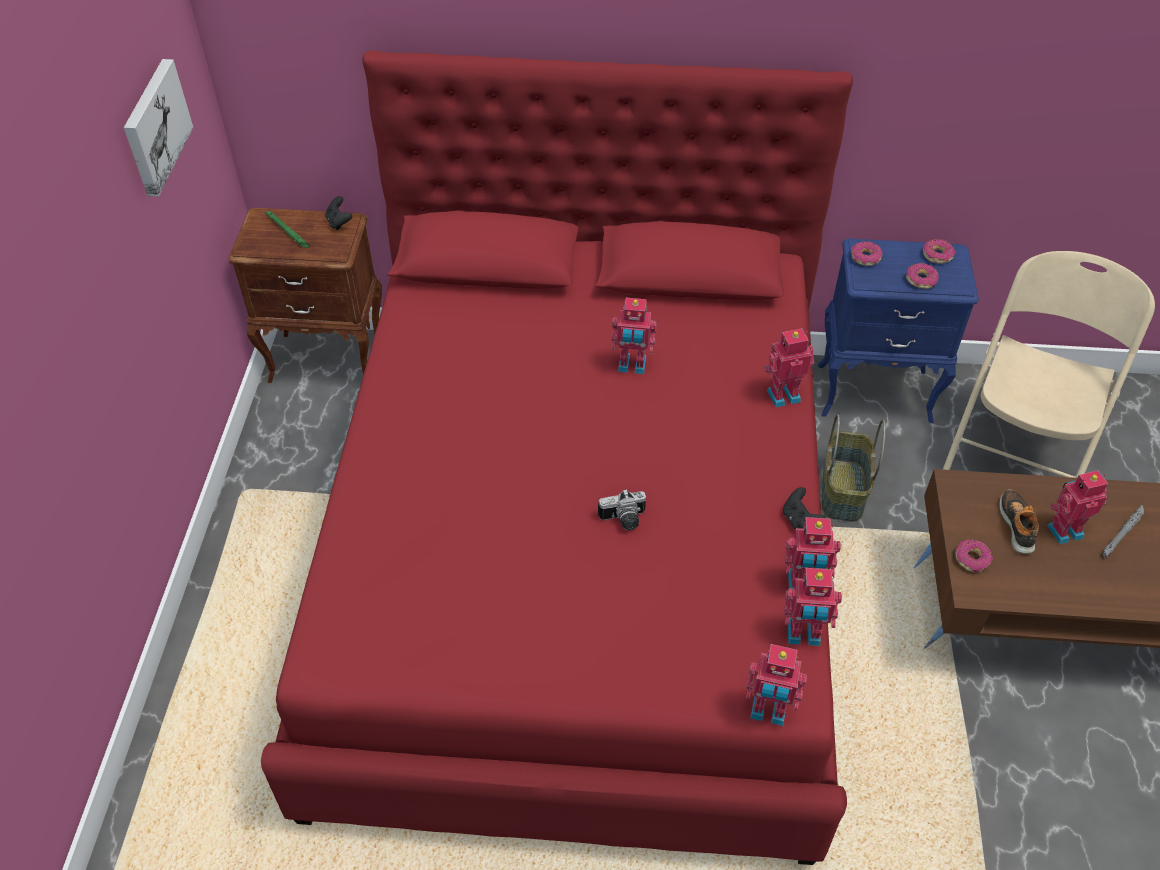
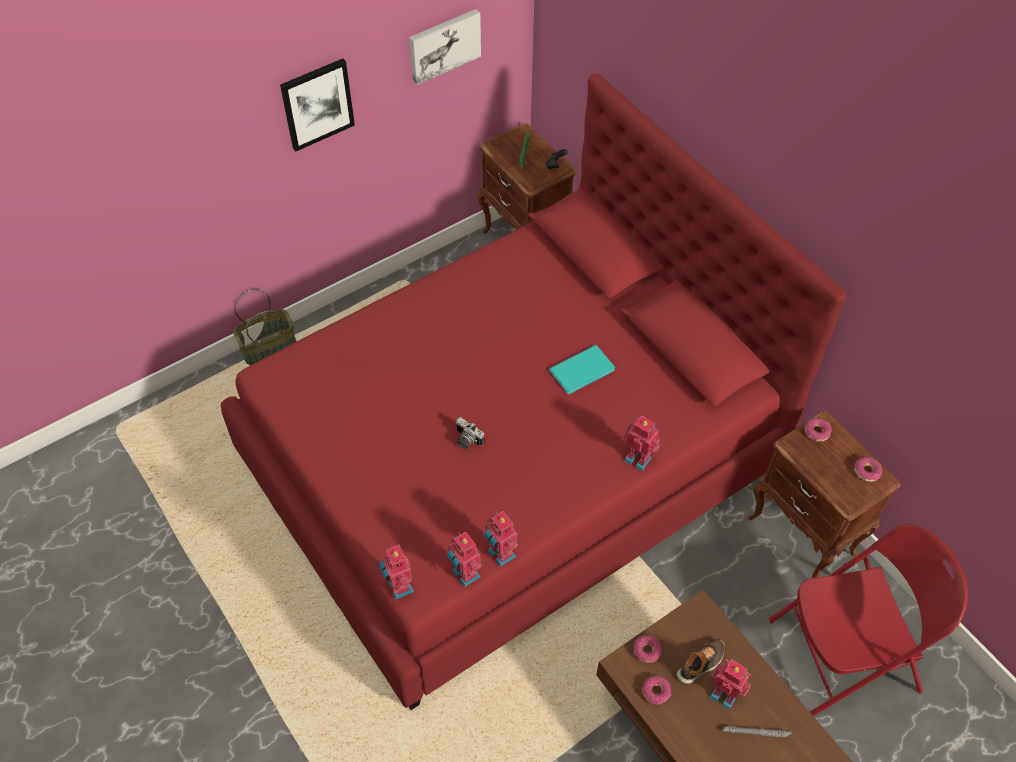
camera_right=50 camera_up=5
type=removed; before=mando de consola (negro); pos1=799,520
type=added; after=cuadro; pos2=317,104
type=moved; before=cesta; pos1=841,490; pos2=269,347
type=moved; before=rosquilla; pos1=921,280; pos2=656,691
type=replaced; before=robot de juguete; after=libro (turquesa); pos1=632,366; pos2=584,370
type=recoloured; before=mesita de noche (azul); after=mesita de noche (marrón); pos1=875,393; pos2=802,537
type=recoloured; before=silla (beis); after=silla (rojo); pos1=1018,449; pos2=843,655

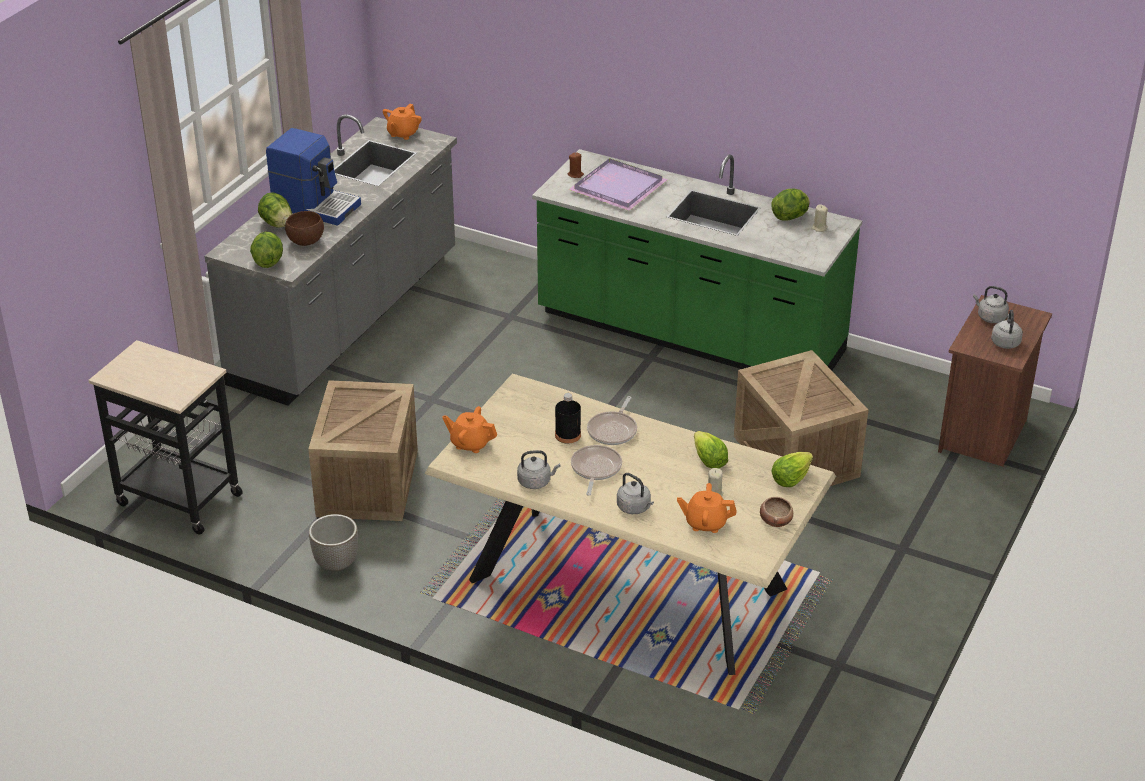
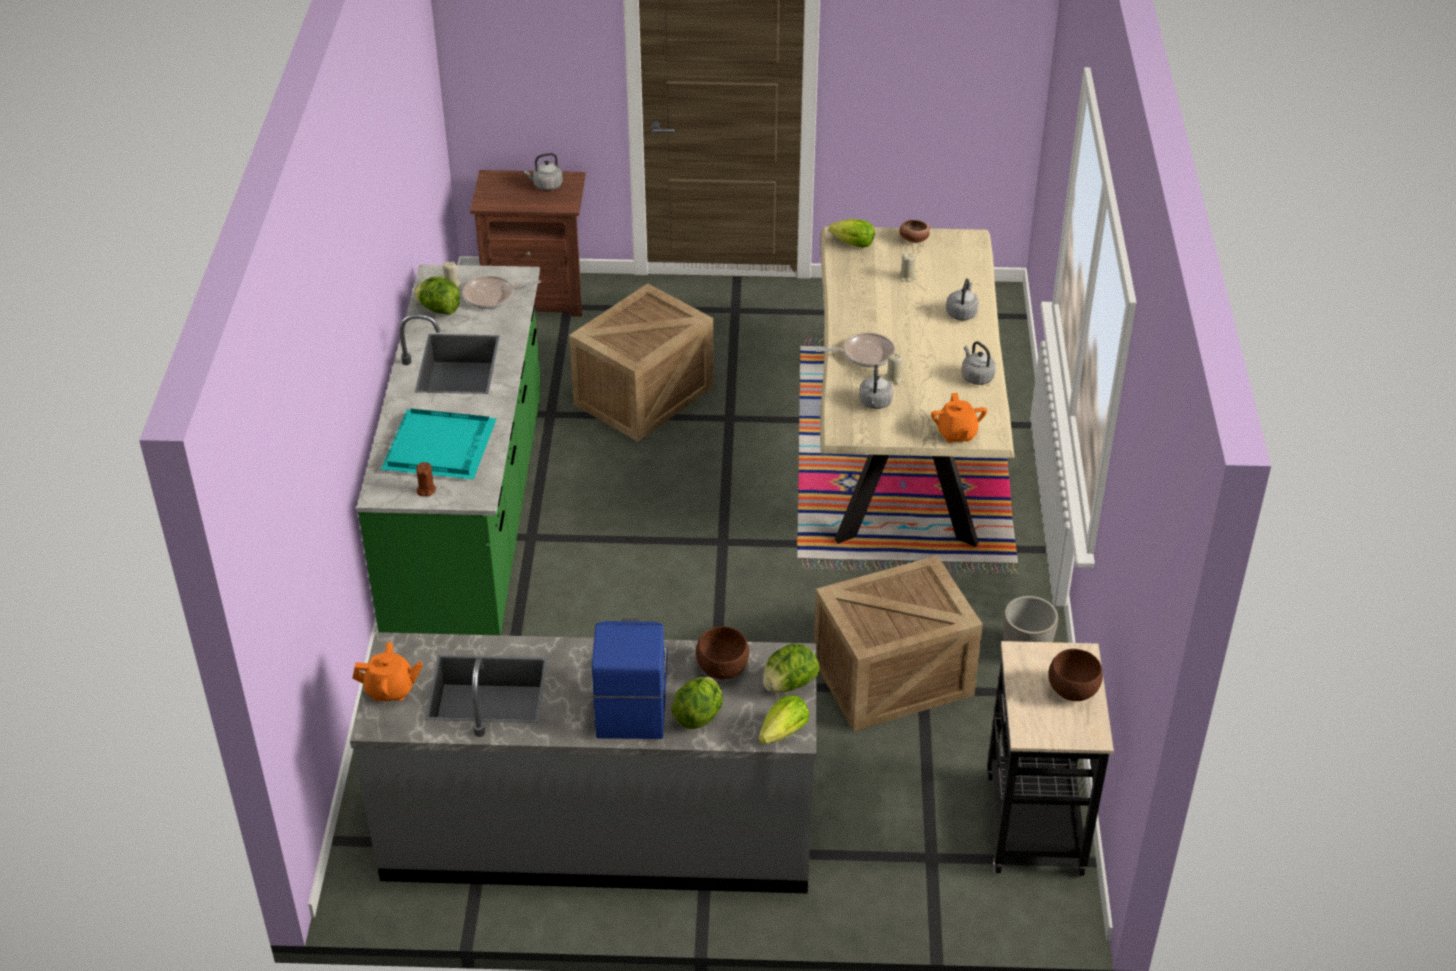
camera_right=-115 camera_up=5
type=removed; before=tetera (naranja); pos1=705,523
type=added; after=cuenco (marrón); pos2=1073,691
type=moved; before=sartén; pos1=595,469; pos2=492,296
type=moved; before=lechuga; pos1=709,461; pos2=784,732
type=moved; before=hervidor (gris); pos1=990,317; pos2=875,403
type=replaced; before=botella (negro); after=vela (beis); pos1=568,435; pos2=894,379
type=recoloured; before=bandeja (morado); after=bandeja (turquesa); pos1=616,187; pos2=441,448

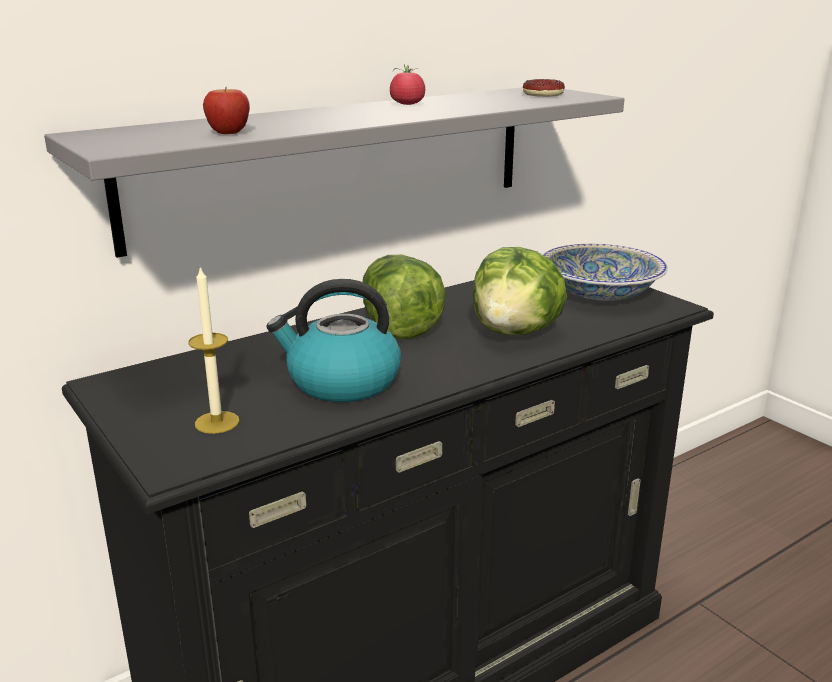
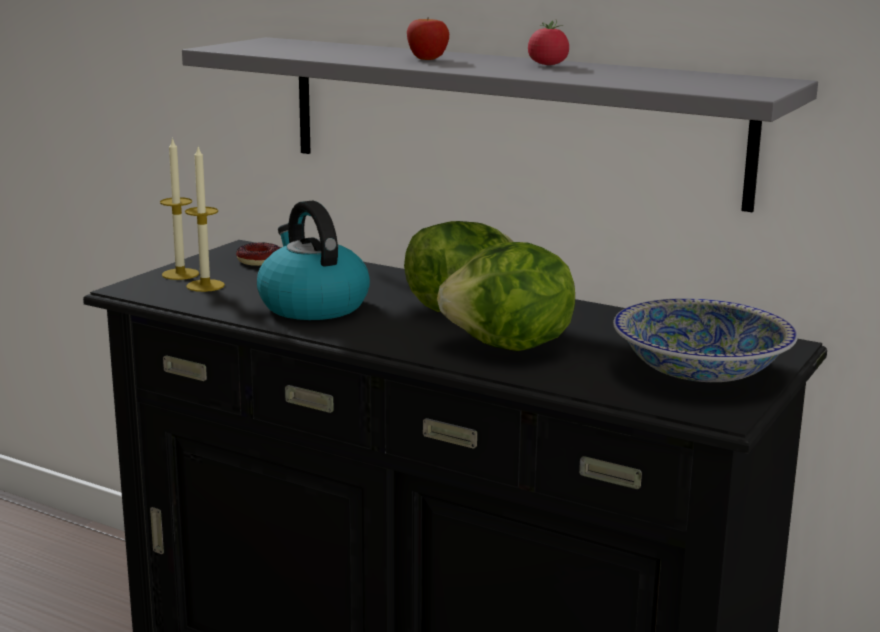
camera_right=65 camera_up=-5
type=added; after=vela; pos2=180,274
type=moved; before=manzana; pos1=229,132; pos2=427,59
type=moved; before=rosquilla; pos1=543,94; pos2=259,260

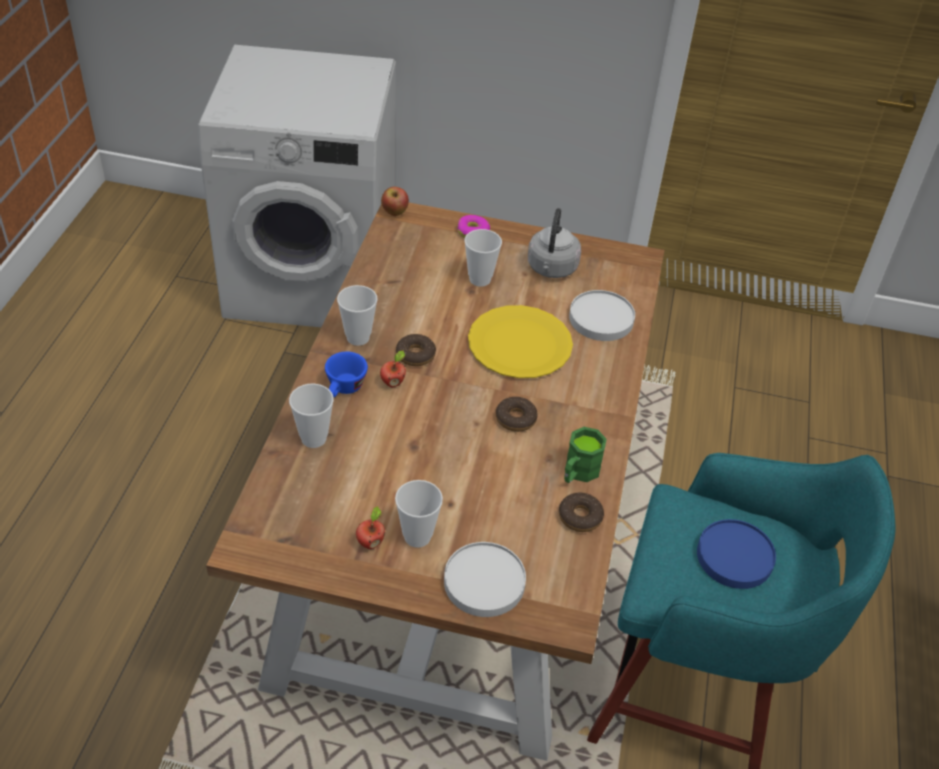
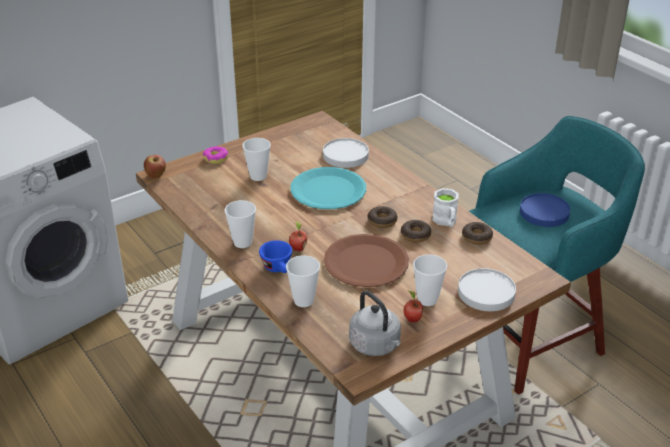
camera_right=-45 camera_up=-10
type=added; after=plato (marrón); pos2=366,262
type=moved; before=rosquilla; pos1=415,355; pos2=415,235
type=moved; before=hervidor (gris); pos1=551,269; pos2=376,346
type=recoloured; before=plato (amarillo); after=plato (turquesa); pos1=519,344; pos2=328,190
type=recoloured; before=taza grande (verde); after=taza grande (blanco); pos1=578,473; pos2=446,222

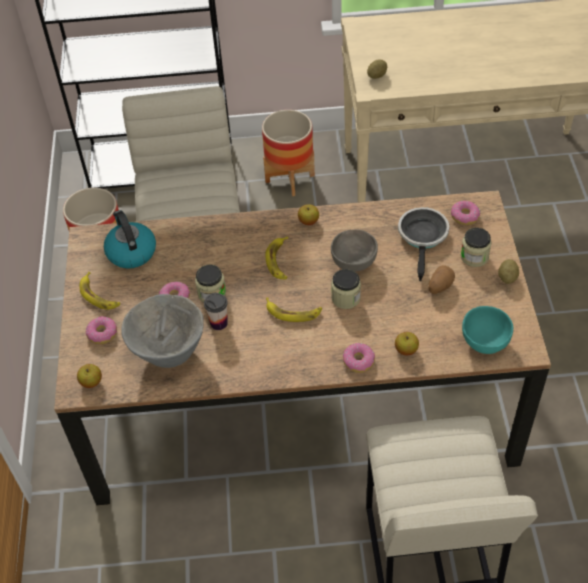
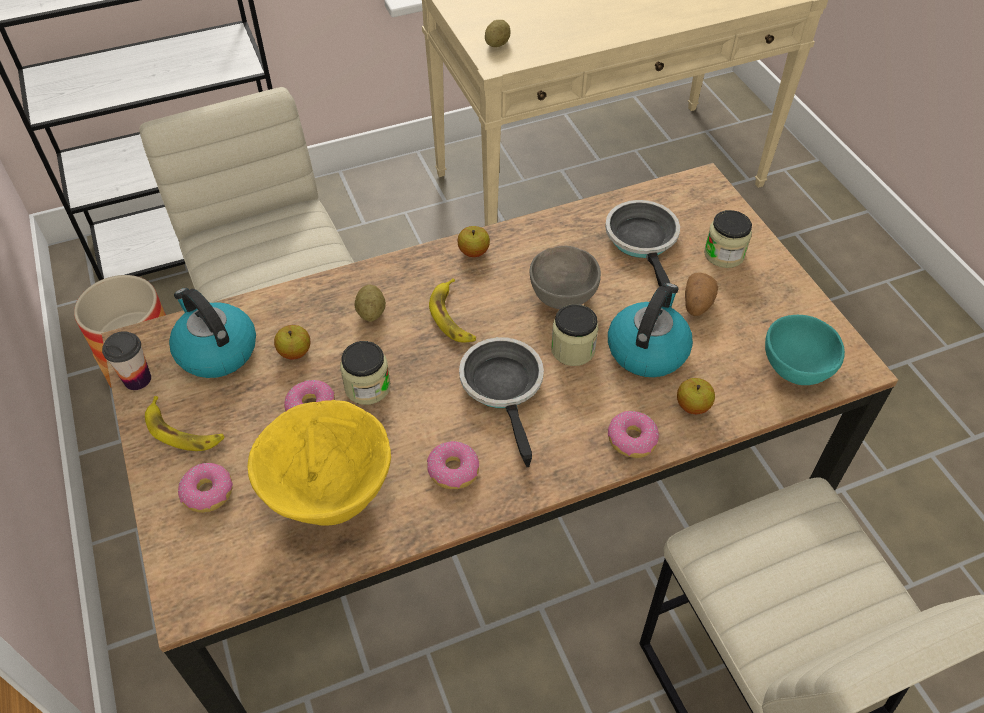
camera_right=-20 camera_up=0
type=removed; before=maceta; pos1=290,178
type=added; after=hervidor; pos2=647,349
type=moved; before=manzana; pos1=91,382; pos2=295,352
type=moved; before=taza; pos1=219,323; pos2=137,379
type=moved; before=rosquilla; pos1=464,216; pos2=453,470
type=moved; before=patata; pos1=507,277; pos2=371,312
type=replaced; before=plátano; after=sartén; pos1=293,312; pos2=504,388
type=recoloured; before=cuenco (gris); after=cuenco (amarillo); pos1=168,352; pos2=330,497

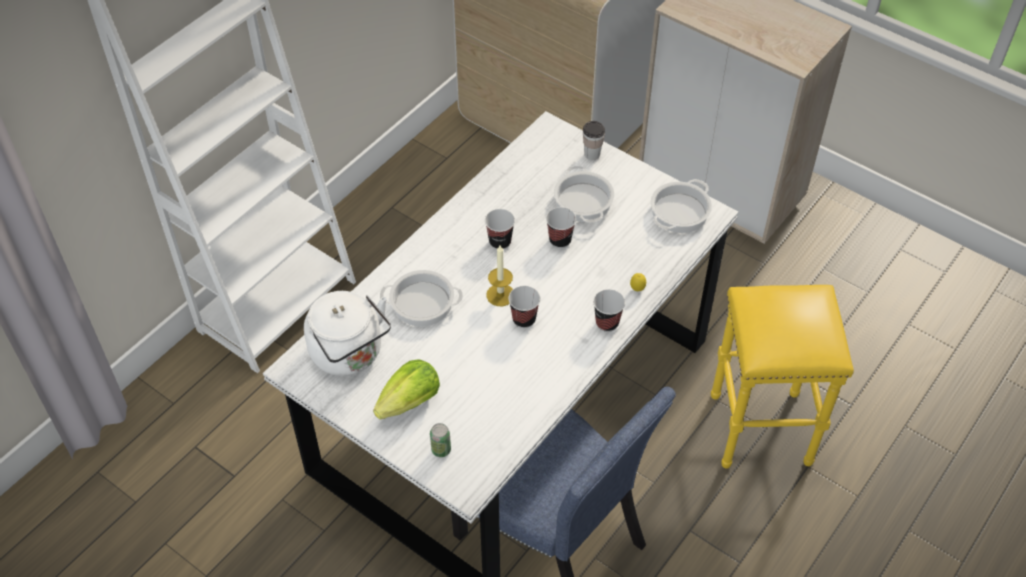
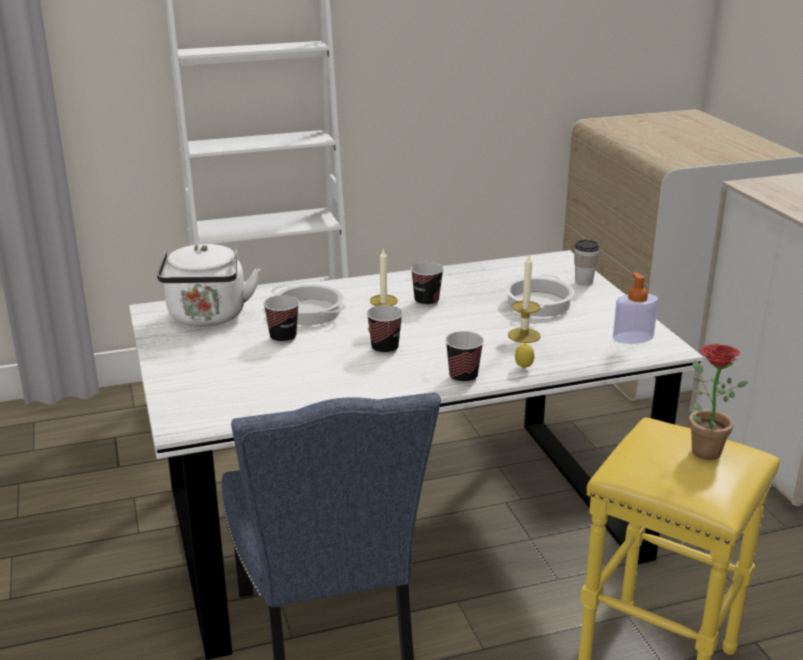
camera_right=35 camera_up=-25
type=removed; before=lechuga; pos1=410,402
type=removed; before=lata; pos1=441,450
type=added; after=vela; pos2=524,335
type=added; after=planta en maceta; pos2=701,448
type=moved; before=taza; pos1=560,240; pos2=283,338
type=replaced; before=olla; after=dispensador de jabón; pos1=680,213; pos2=633,338

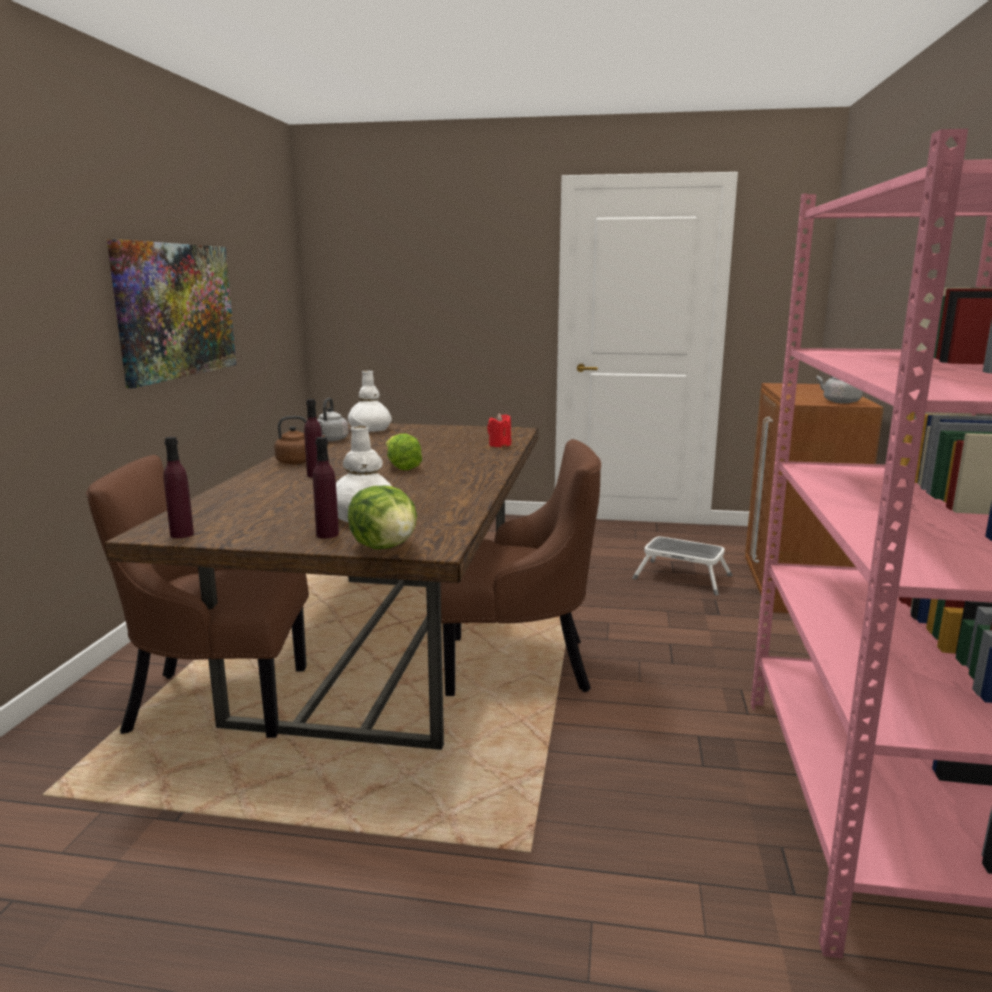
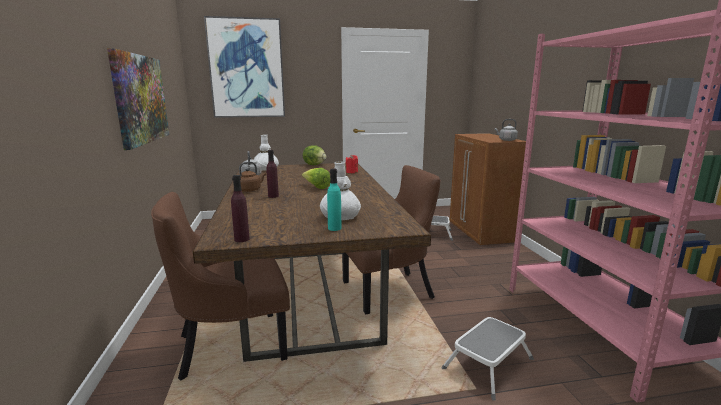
camera_right=-20 camera_up=0
type=added; after=cuadro; pos2=247,69
type=added; after=escalera de tijera (gris); pos2=487,363
type=moved; before=lechuga; pos1=385,546; pos2=315,165
type=recoloured; before=botella (morado); after=botella (turquesa); pos1=327,534; pos2=334,228

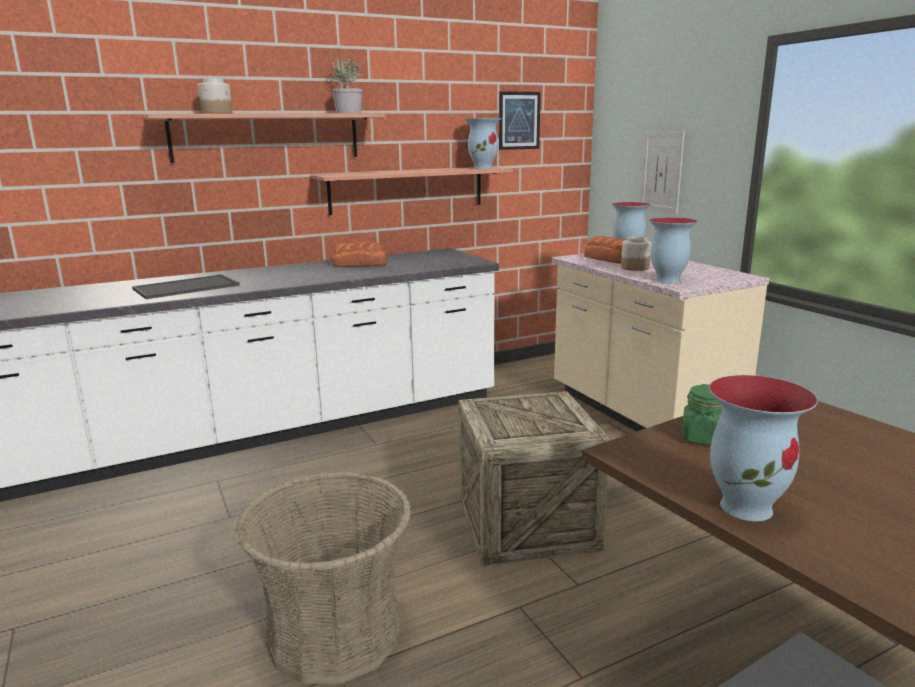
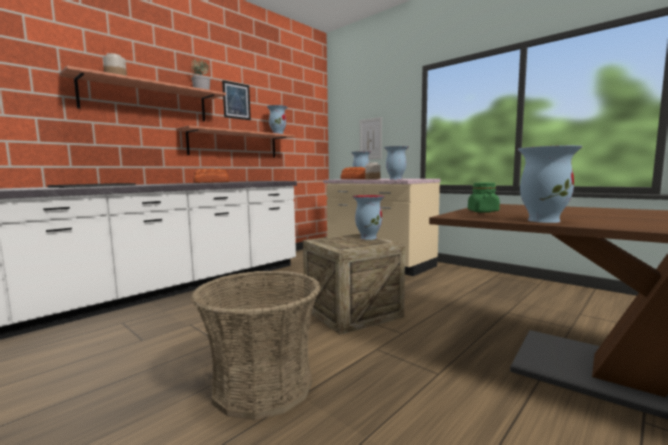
camera_right=-20 camera_up=-10
type=added; after=florero; pos2=368,238
type=moved; before=cuadro; pos1=519,120; pos2=236,101

